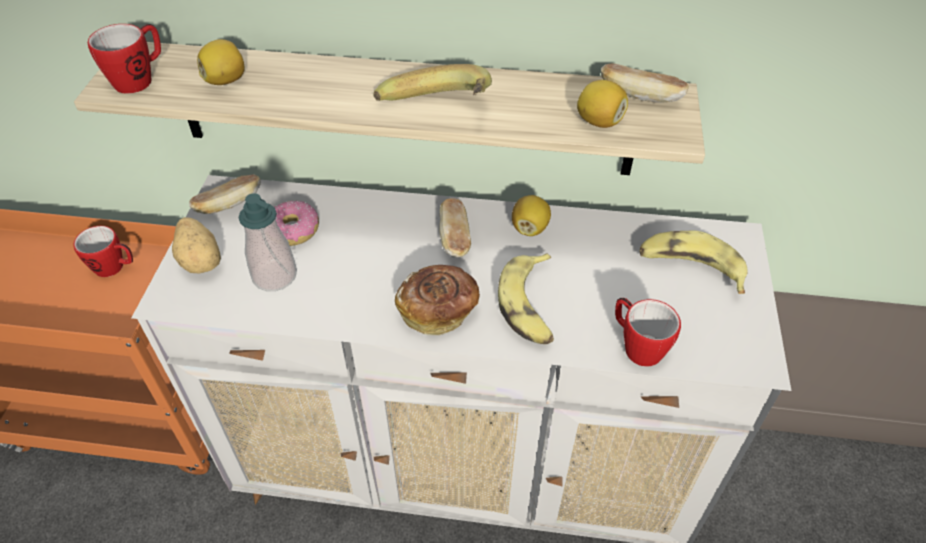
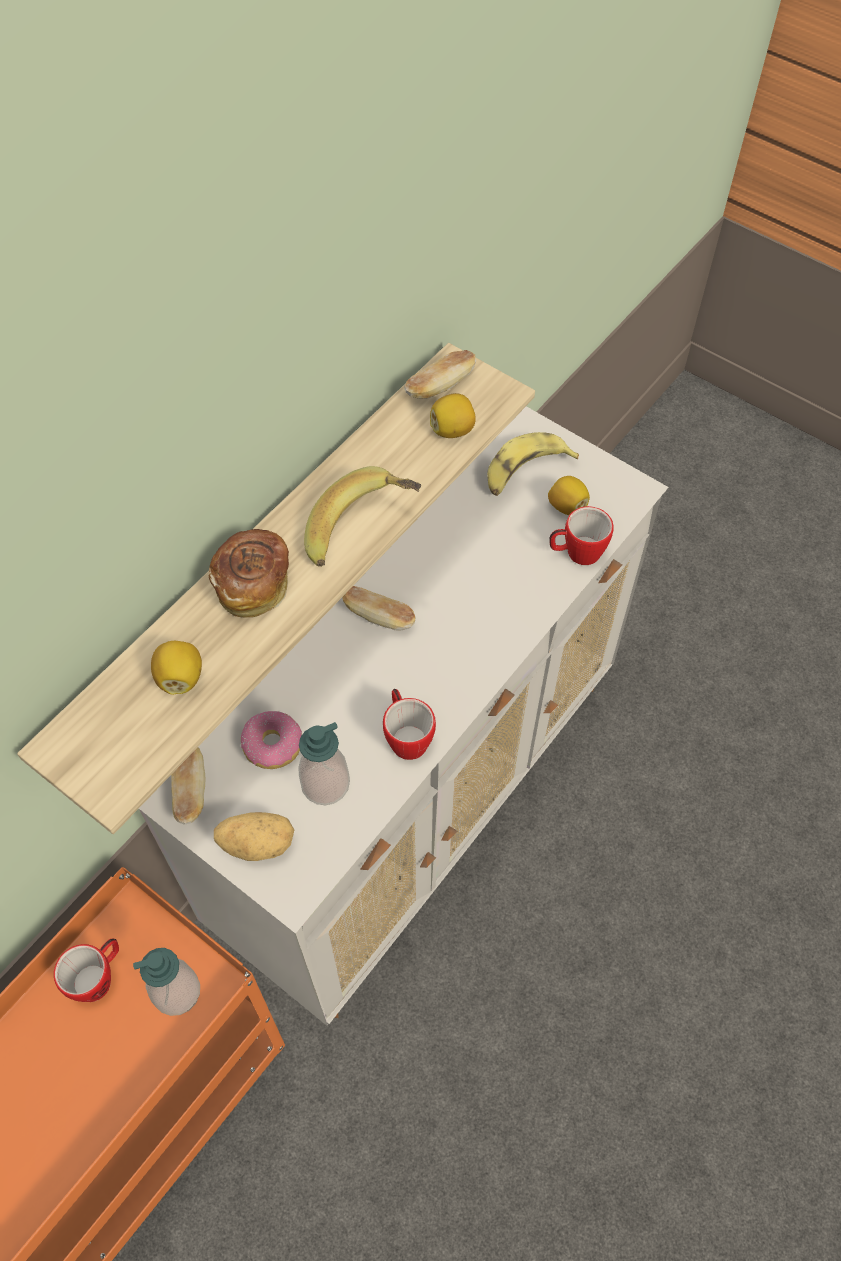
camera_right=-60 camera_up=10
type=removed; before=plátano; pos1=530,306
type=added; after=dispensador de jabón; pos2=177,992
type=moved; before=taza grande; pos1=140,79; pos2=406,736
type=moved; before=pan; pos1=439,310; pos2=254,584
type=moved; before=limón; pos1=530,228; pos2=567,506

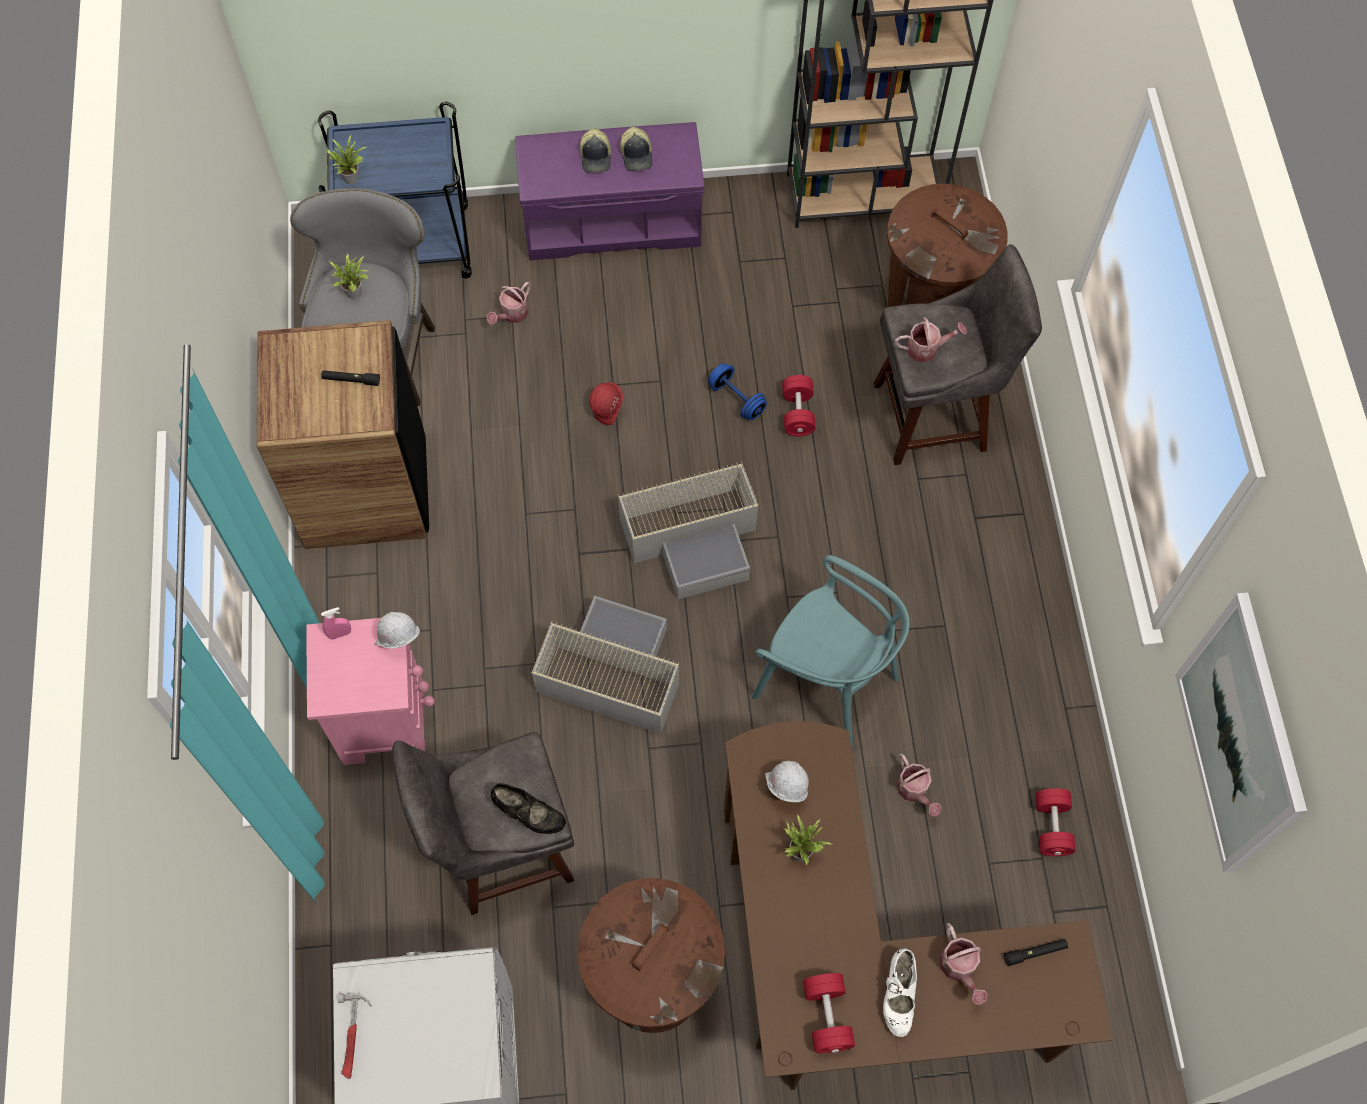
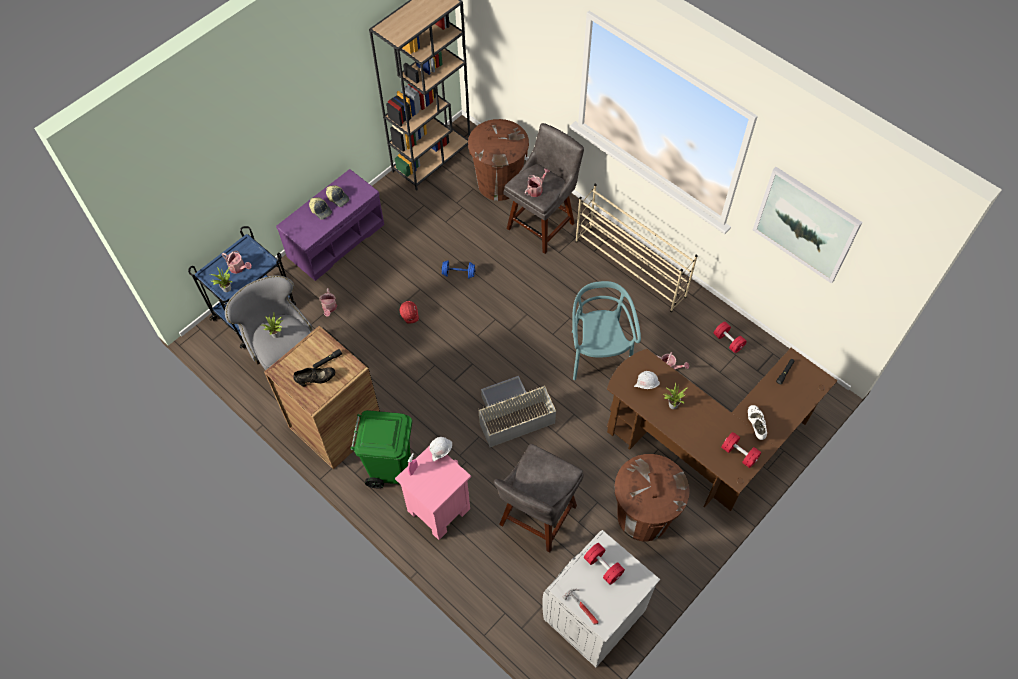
camera_right=-40 camera_up=-5
type=removed; before=caja de almacenaje (gris); pos1=695,537
type=added; after=papelera (verde); pos2=390,467
type=added; after=zapatero (beis); pos2=630,269
type=moved; before=zapato (negro); pos1=529,814; pos2=316,379
type=moved; before=mancuerna (rojo); pos1=797,413; pos2=603,567
type=moved; before=regadera; pos1=959,968; pos2=239,268
type=turned; before=silla (turquesa); pos1=826,682; pos2=598,354; turn=-90
type=turned; before=zapato (blanco); pos1=898,996; pos2=755,426; turn=-150

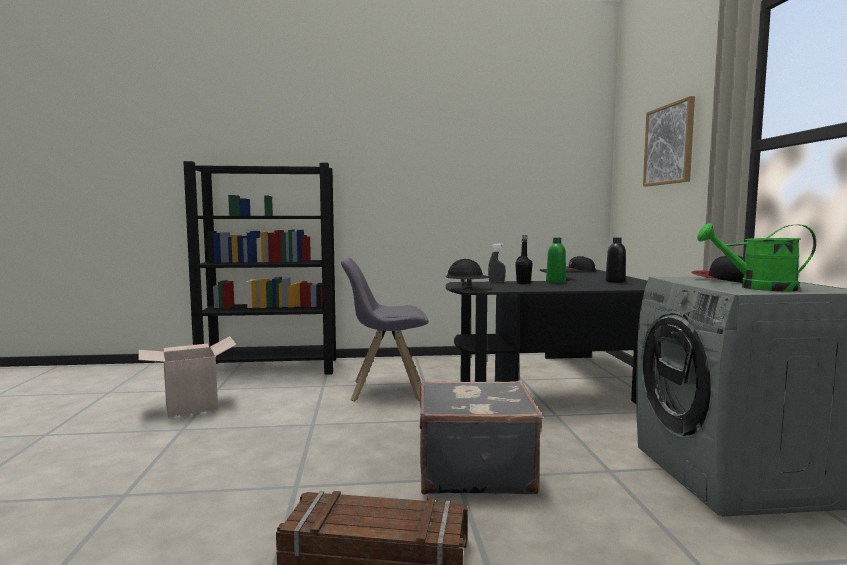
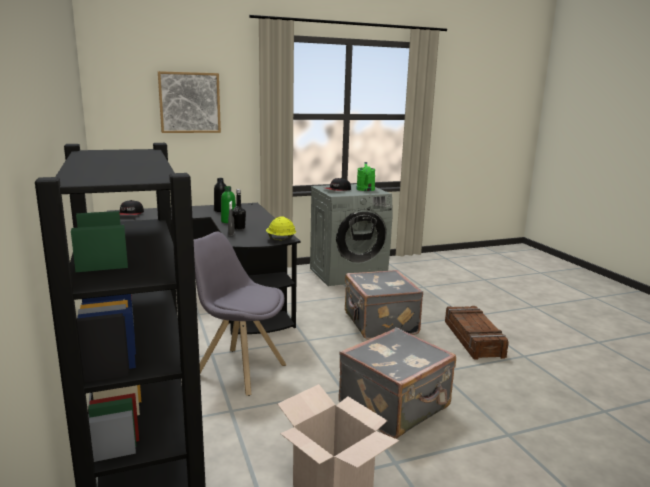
camera_right=-105 camera_up=10
type=added; after=maleta (gris); pos2=396,407
type=recoloured; before=casco (negro); after=casco (amarillo); pos1=468,289; pos2=280,240
type=turned; before=silla (gris); pos1=386,390; pos2=239,370; turn=135

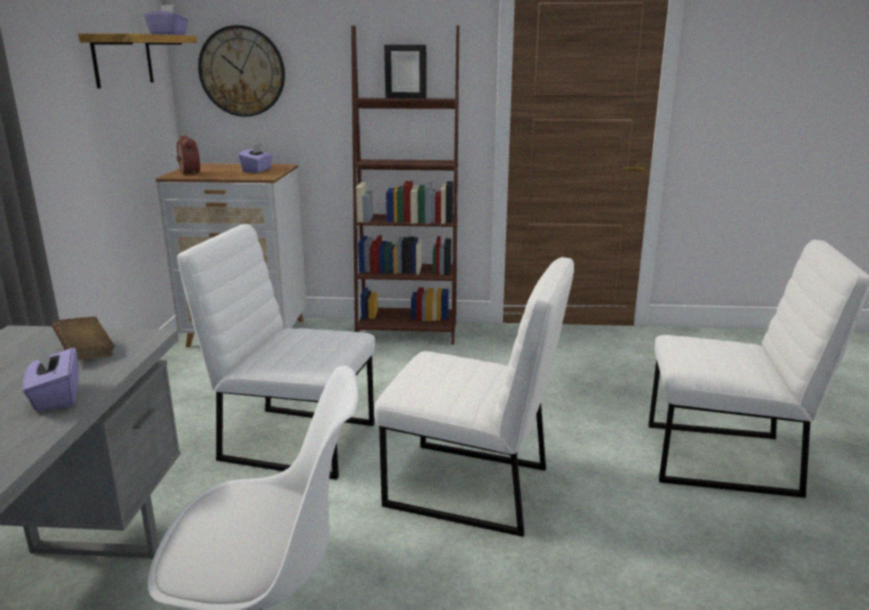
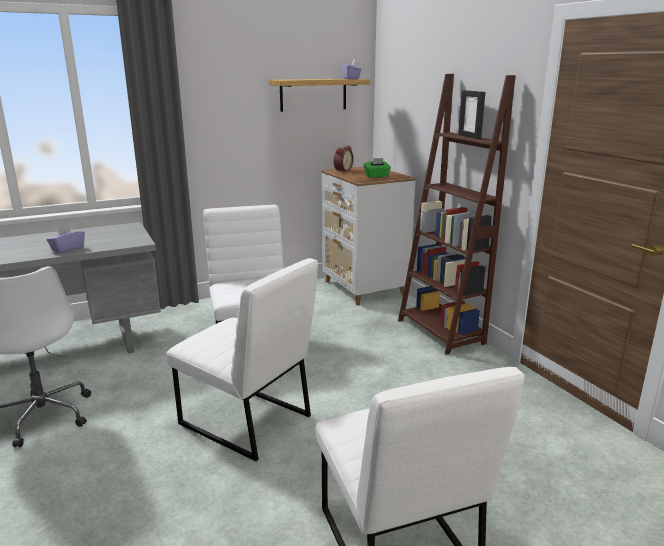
camera_right=60 camera_up=0
type=removed; before=libro (marrón); pos1=86,352
type=removed; before=reloj de pared; pos1=242,71
type=recoloured; before=caja de pañuelos (morado); after=caja de pañuelos (verde); pos1=257,170; pos2=377,176
type=turned; before=silla (blanco); pos1=472,488; pos2=247,421; turn=-45

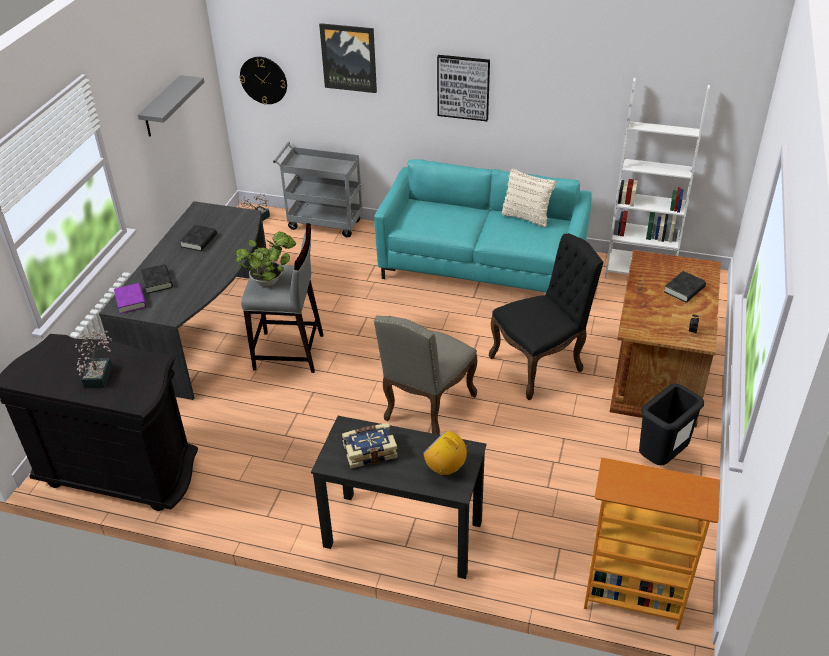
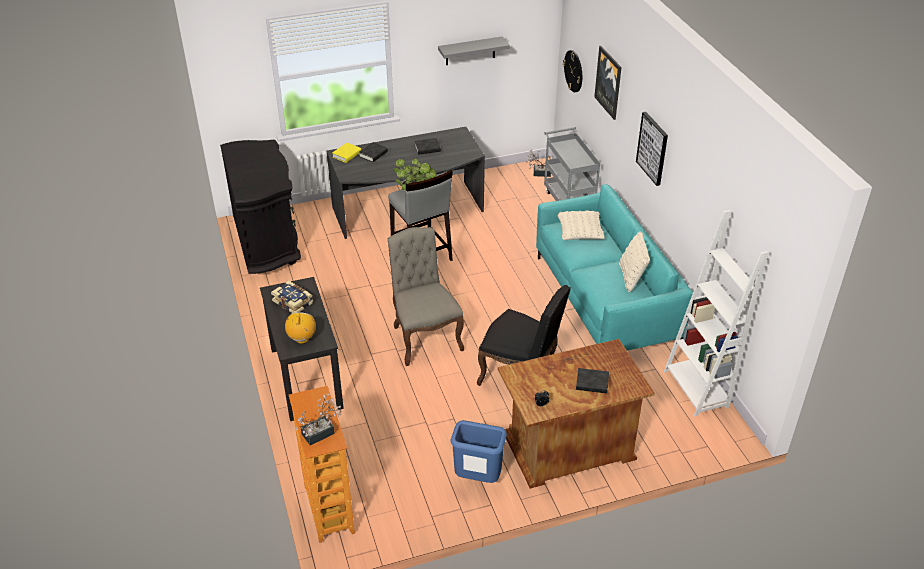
camera_right=55 camera_up=0
type=added; after=cojín (beis); pos2=580,231
type=moved; before=planta en maceta; pos1=100,374; pos2=321,432
type=recoloured; before=libro (morado); after=libro (amarillo); pos1=131,301; pos2=347,155
type=recoloured; before=papelera (negro); after=papelera (azul); pos1=661,458; pos2=477,479
type=turned; before=silla (gris); pos1=425,407; pos2=425,338; turn=75

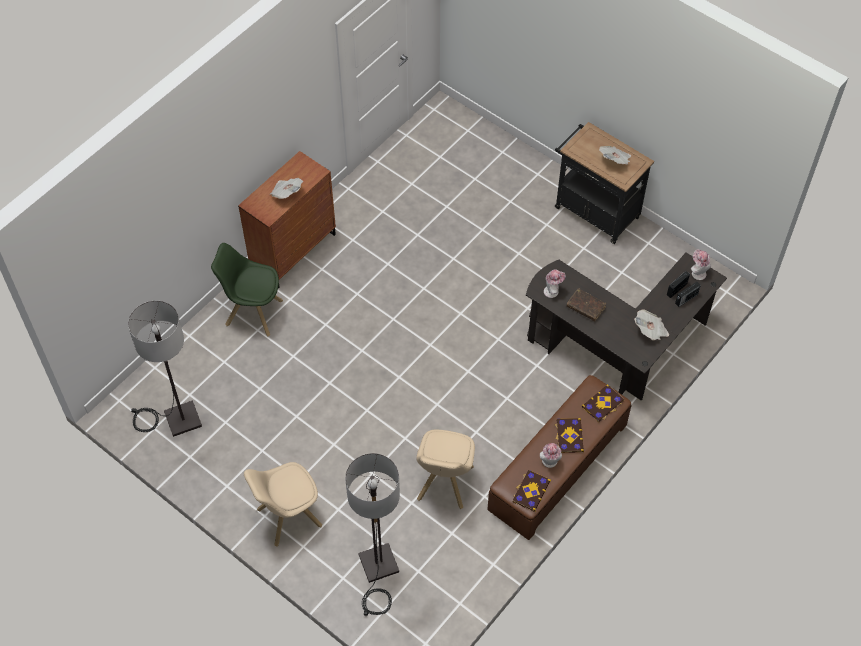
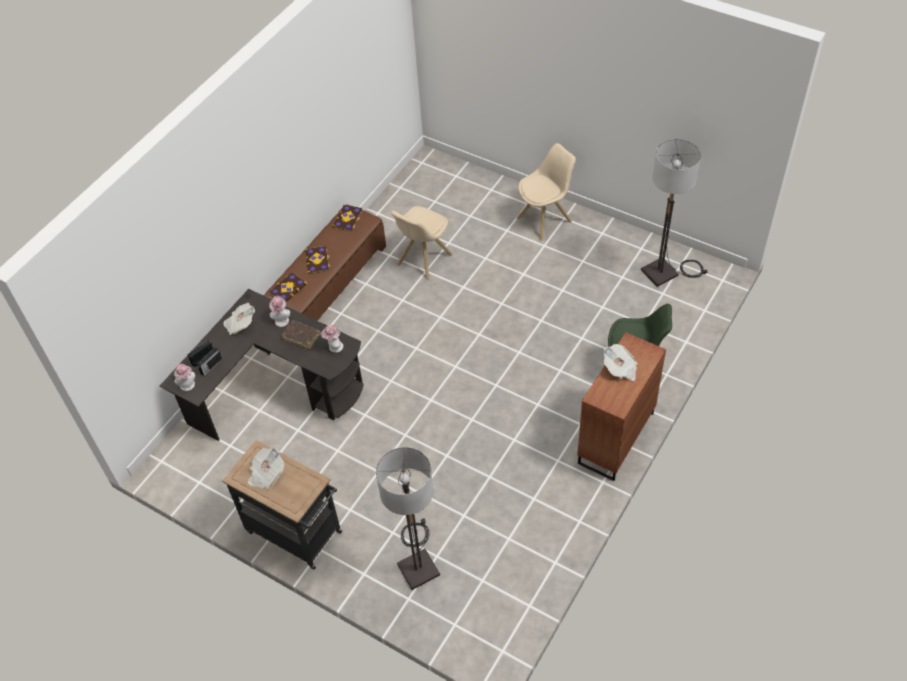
camera_right=175 camera_up=-5
type=moved; before=lámpara de pie; pos1=378,575; pos2=417,559
type=moved; before=sombrero; pos1=550,462; pos2=281,319
type=turned; before=silla (beis); pos1=444,483; pos2=423,259; turn=-150

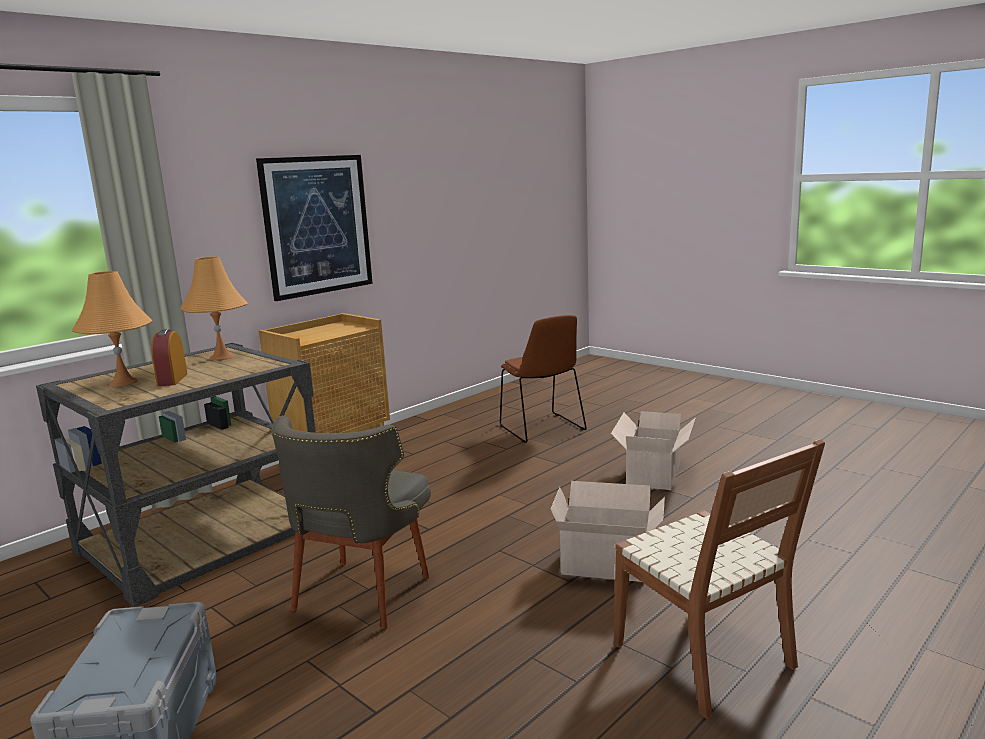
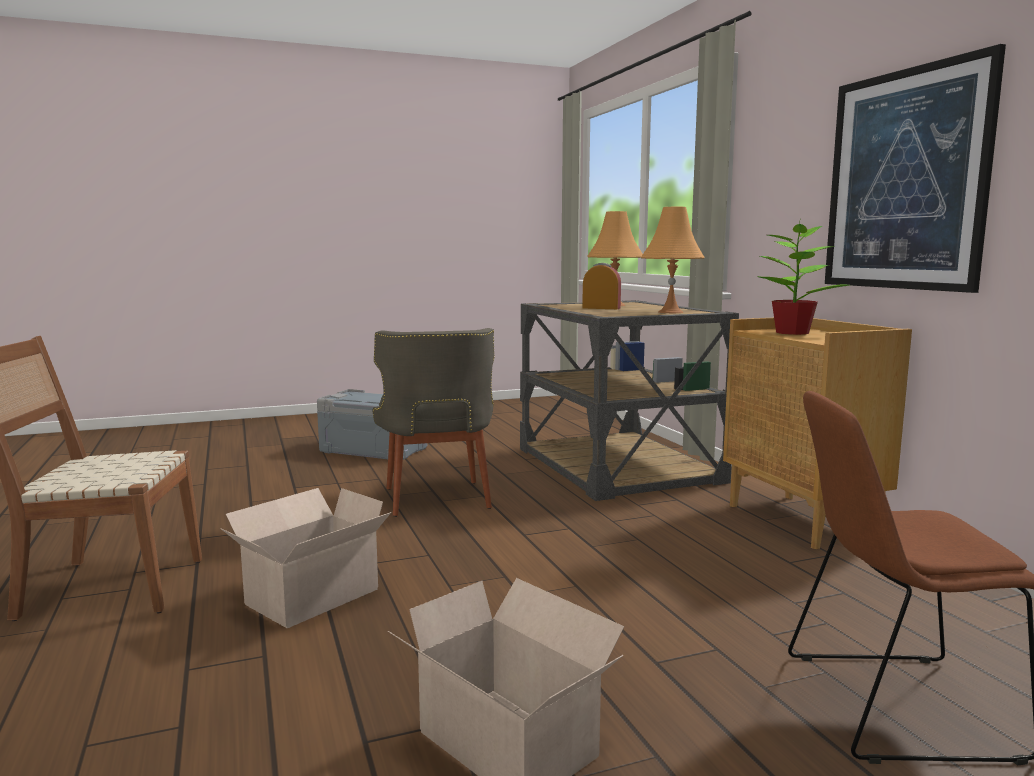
camera_right=115 camera_up=-5
type=added; after=planta en maceta; pos2=793,332
type=turned; before=silla (gris); pos1=363,593; pos2=437,498; turn=-150

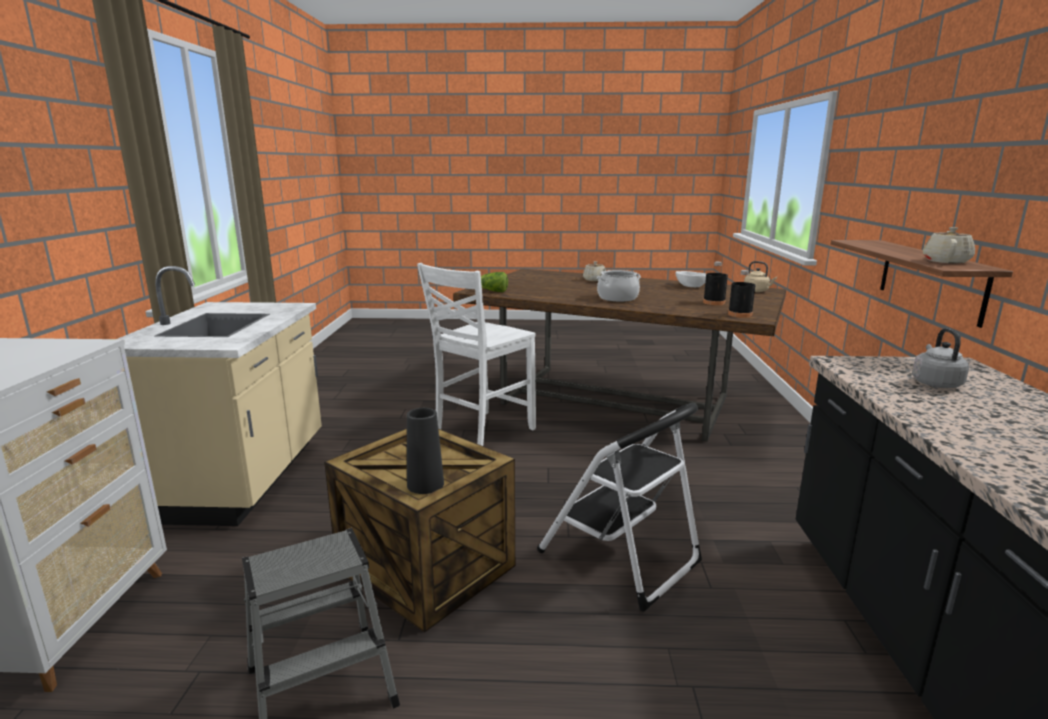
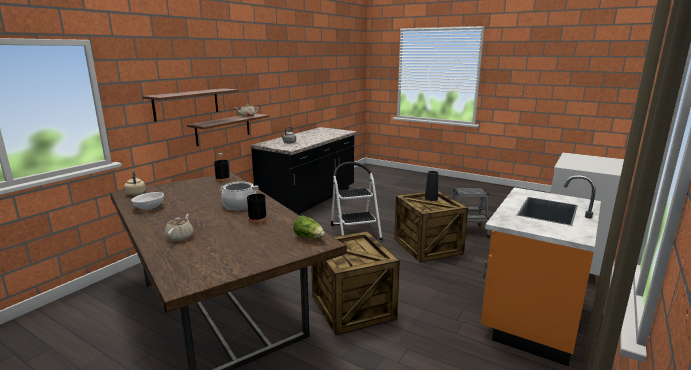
camera_right=-150 camera_up=0
type=added; after=estante; pos2=186,104
type=moved; before=botella (negro); pos1=714,302; pos2=257,219
type=replaced; before=silla (blanco); after=caja de embalaje; pos1=482,433; pos2=353,306
type=recoloured; before=mueble bajo de cocina (beis); after=mueble bajo de cocina (naranja); pos1=244,478; pos2=530,316

